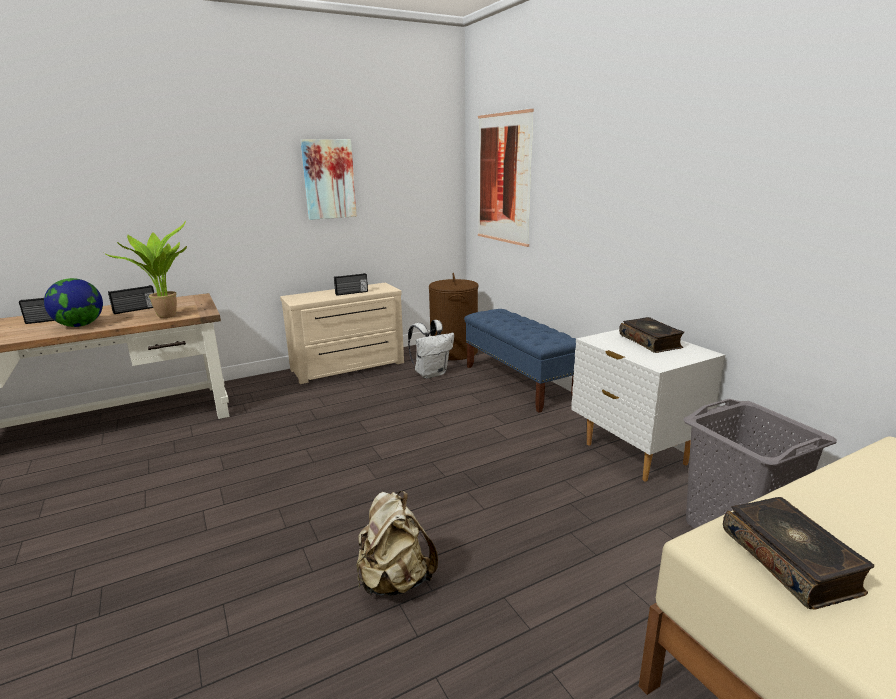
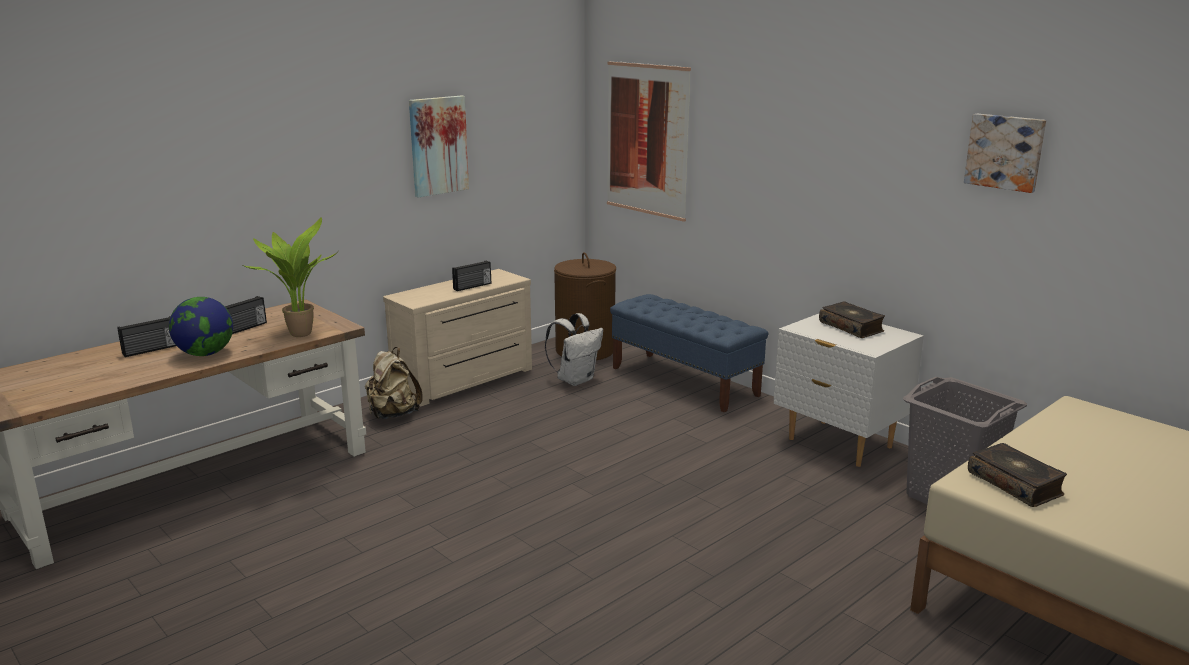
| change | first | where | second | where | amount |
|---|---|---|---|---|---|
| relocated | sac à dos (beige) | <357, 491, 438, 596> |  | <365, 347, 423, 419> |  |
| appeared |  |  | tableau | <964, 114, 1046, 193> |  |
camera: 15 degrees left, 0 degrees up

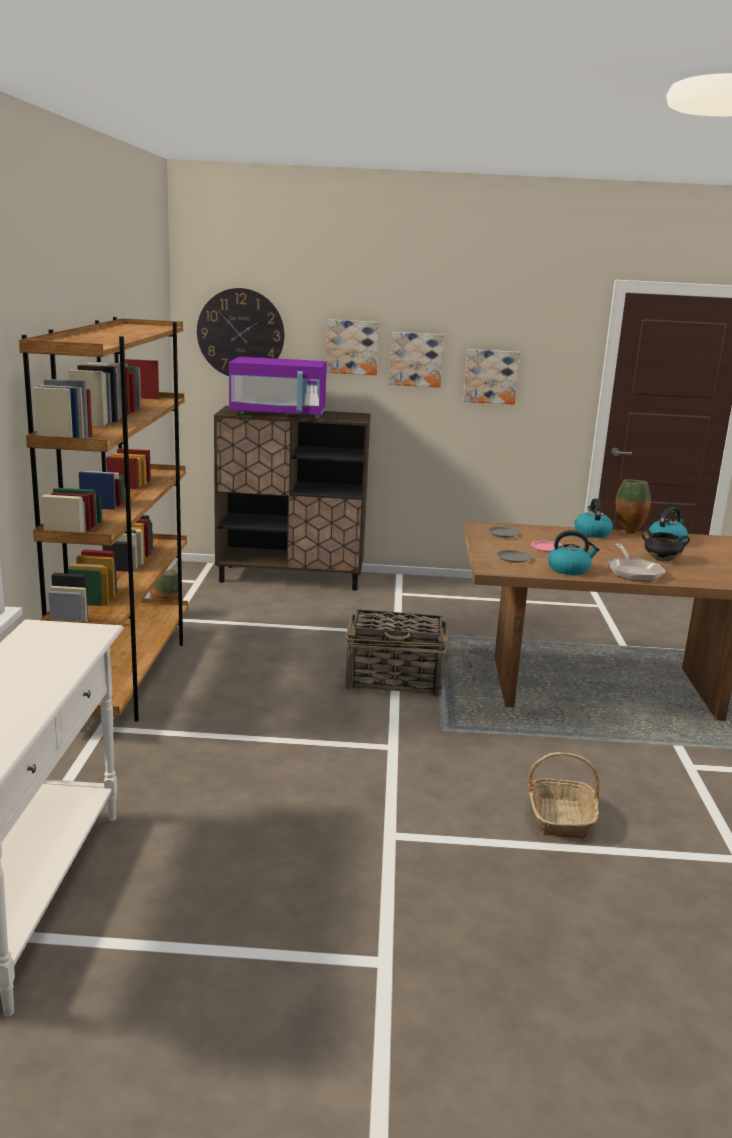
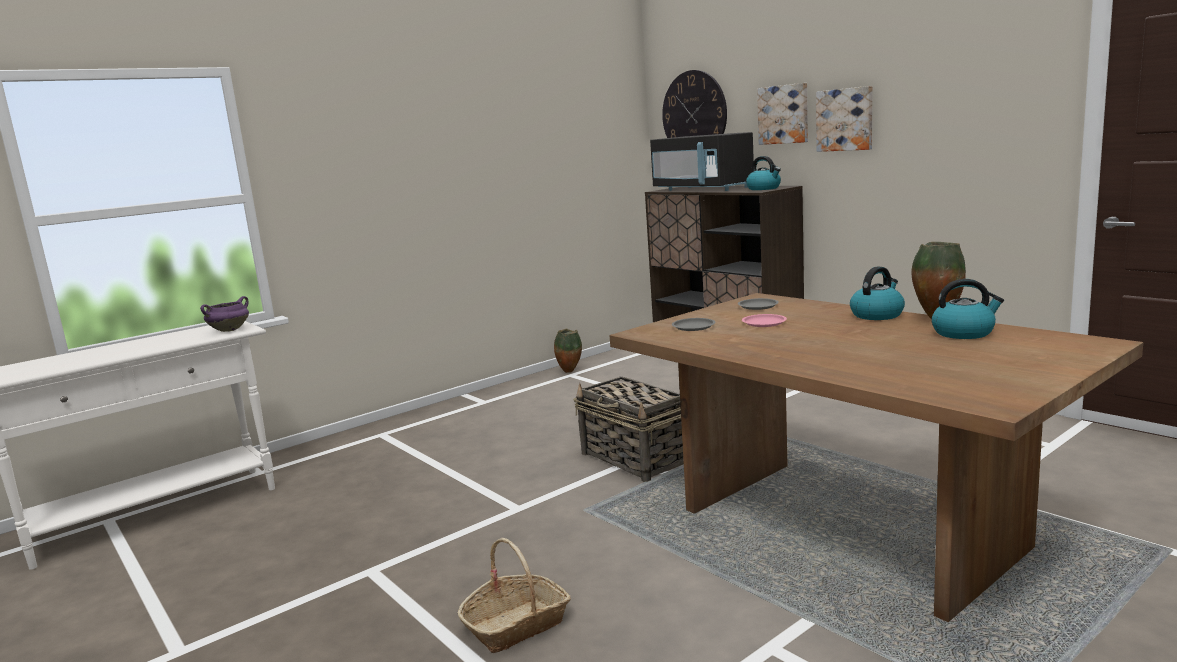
| change | first | where | second | where | amount |
|---|---|---|---|---|---|
| missing | bibliothèque (marron) | <19, 317, 188, 722> |  |  |  |
| colour | micro-ondes (violet) | <229, 357, 327, 418> | micro-ondes (noir) | <650, 132, 754, 191> |  |
| missing | tableau | <463, 349, 520, 405> |  |  |  |
| relocated | bouilloire | <548, 530, 600, 575> |  | <746, 156, 781, 190> |  |
| missing | poêle | <608, 543, 666, 582> |  |  |  |
| missing | marmite (noir) | <642, 529, 690, 562> |  |  |  |
| appeared |  |  | marmite (violet) | <200, 296, 249, 332> |  |
camera: 50 degrees right, 5 degrees down

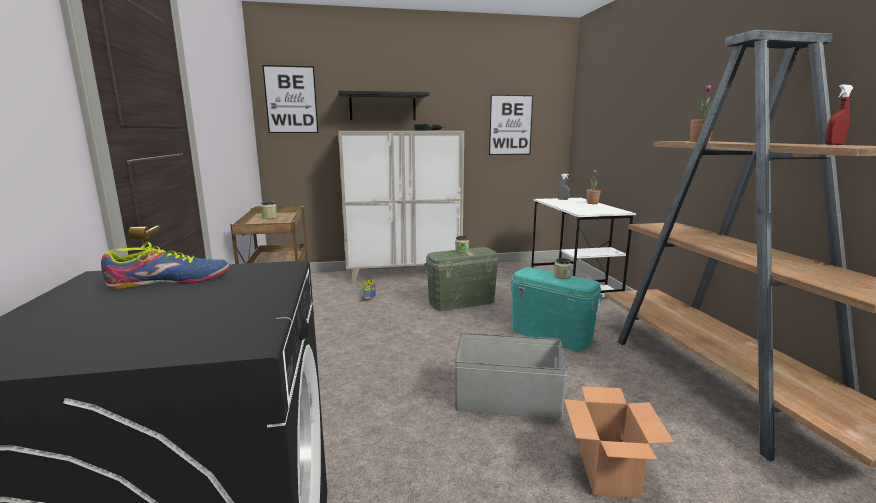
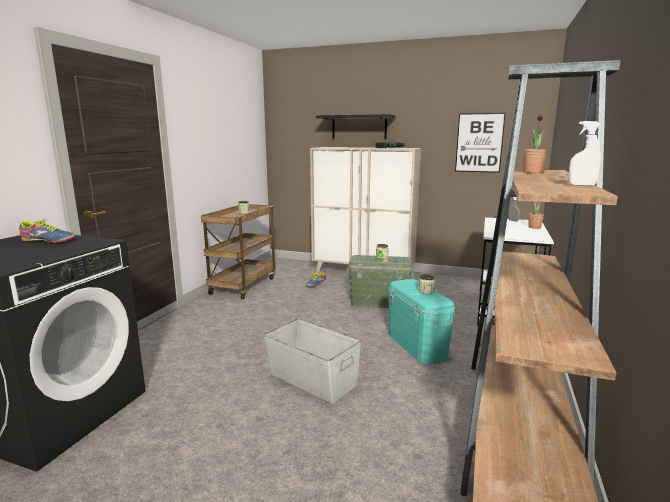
| change | first | where | second | where | amount |
|---|---|---|---|---|---|
| missing | tableau | <262, 65, 318, 133> |  |  |  |
| missing | carton | <564, 386, 674, 499> |  |  |  |
| colour | vaporisateur (rouge) | <825, 84, 853, 145> | vaporisateur (blanc) | <568, 121, 601, 186> |  |
camera: 30 degrees right, 0 degrees up

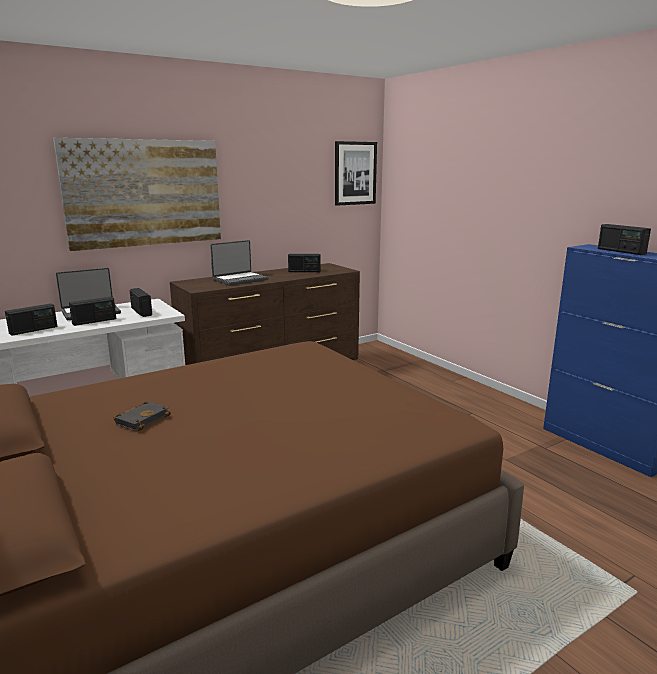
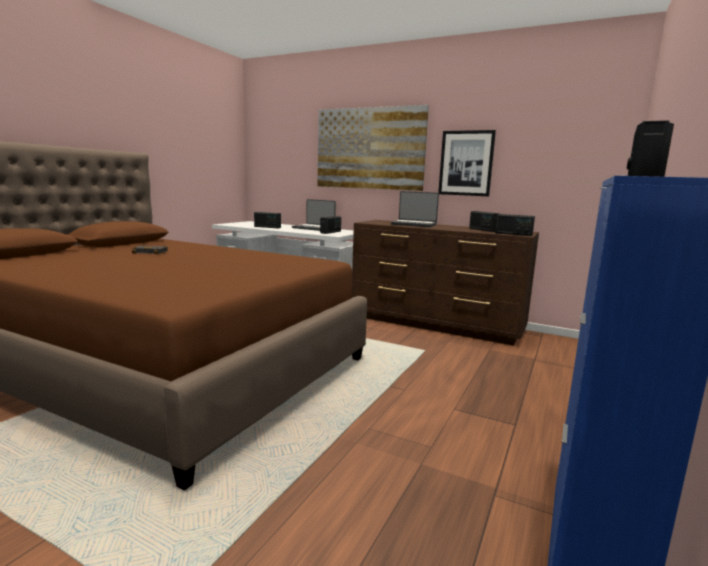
| change | first | where | second | where | amount |
|---|---|---|---|---|---|
| relocated | radio | <69, 297, 116, 326> |  | <495, 214, 535, 236> |  |
| relocated | tableau | <335, 141, 377, 206> |  | <438, 130, 496, 196> |  |
camera: 60 degrees right, 5 degrees down

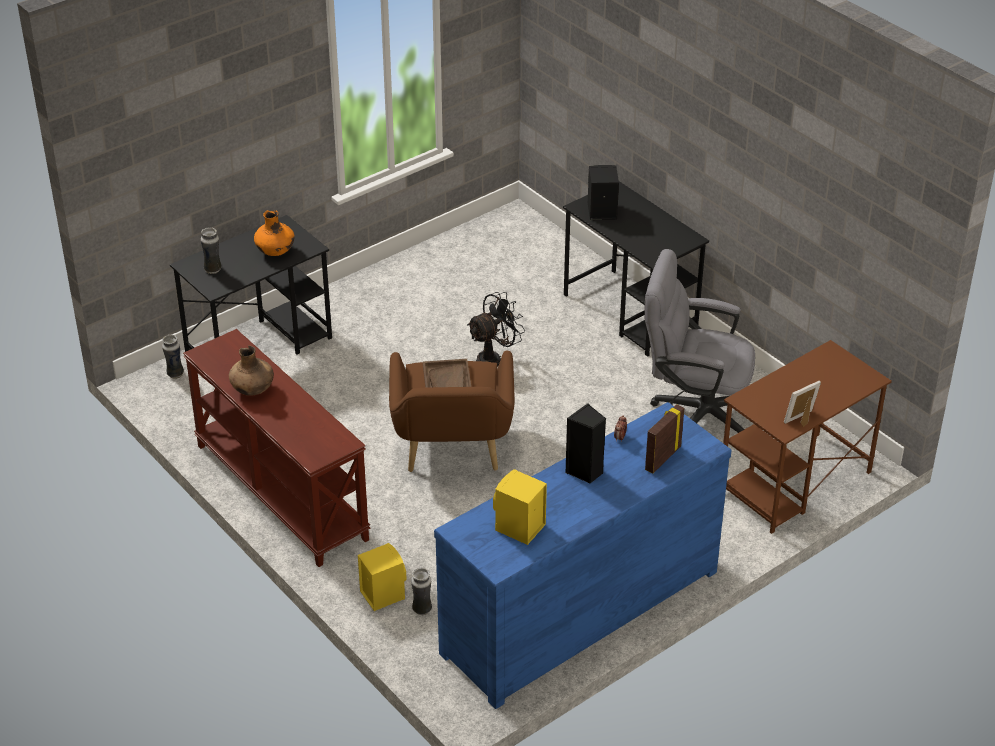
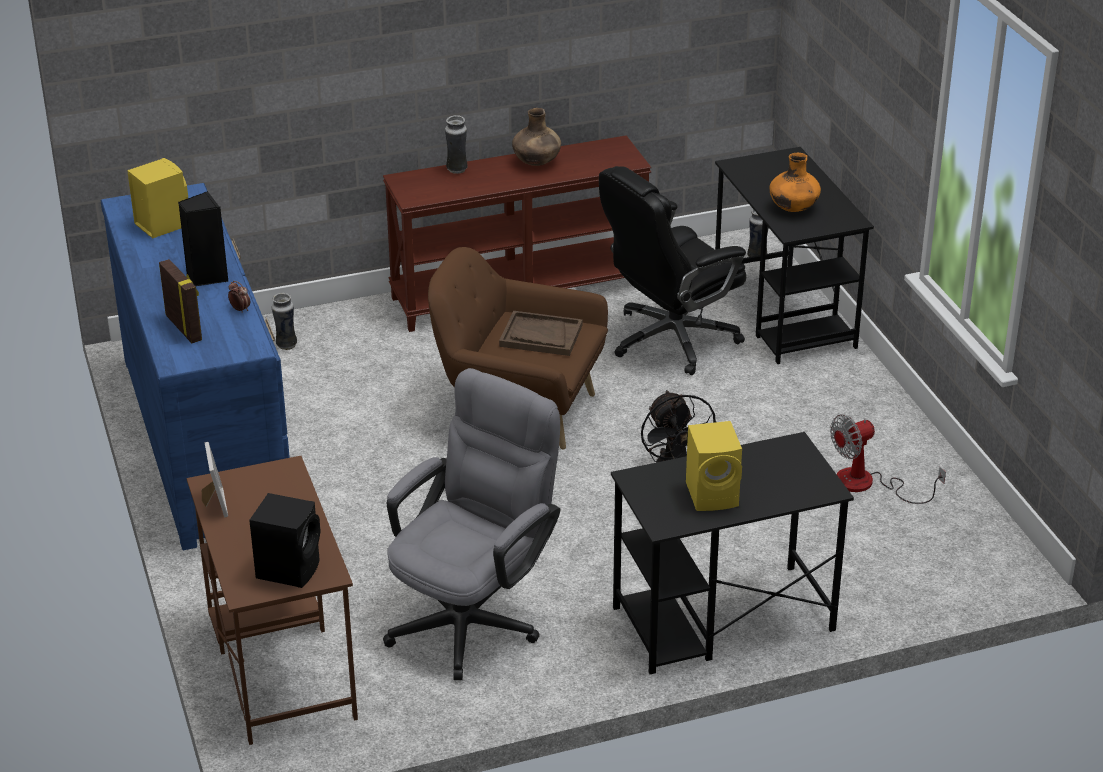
| change | first | where | second | where | amount |
|---|---|---|---|---|---|
| relocated | vase | <201, 228, 222, 274> |  | <445, 115, 468, 174> |  |
| relocated | enceinte (jaune) | <358, 543, 407, 611> |  | <686, 421, 742, 511> |  |
| relocated | enceinte (noir) | <588, 165, 619, 220> |  | <249, 493, 321, 588> |  |
| appeared |  |  | chaise de bureau (noir) | <599, 166, 746, 375> |  |
| appeared |  |  | ventilateur | <830, 414, 946, 504> |  |
camera: 110 degrees right, 5 degrees down

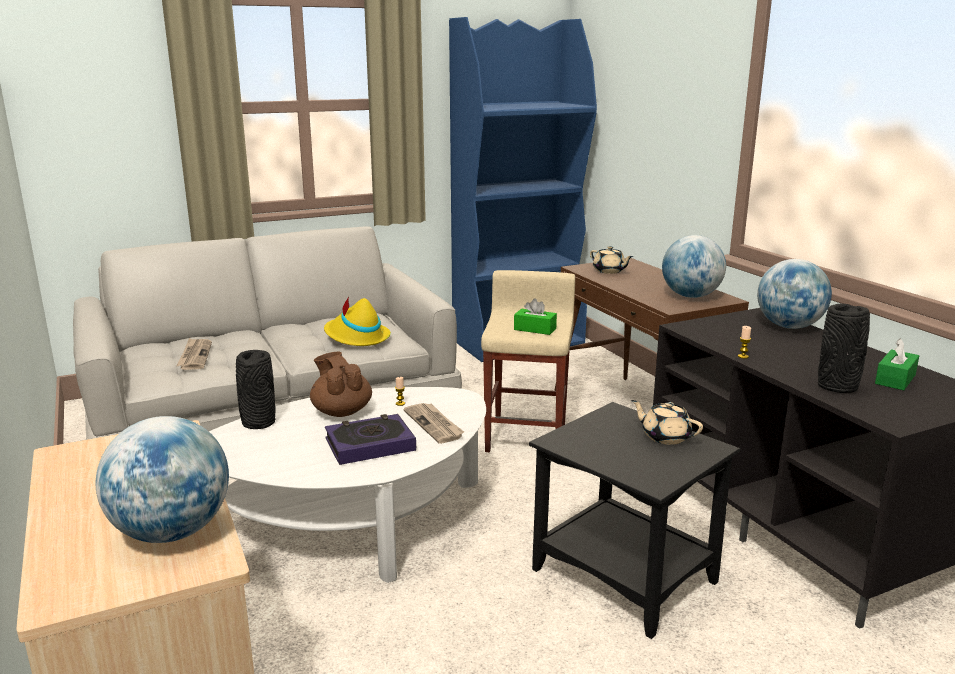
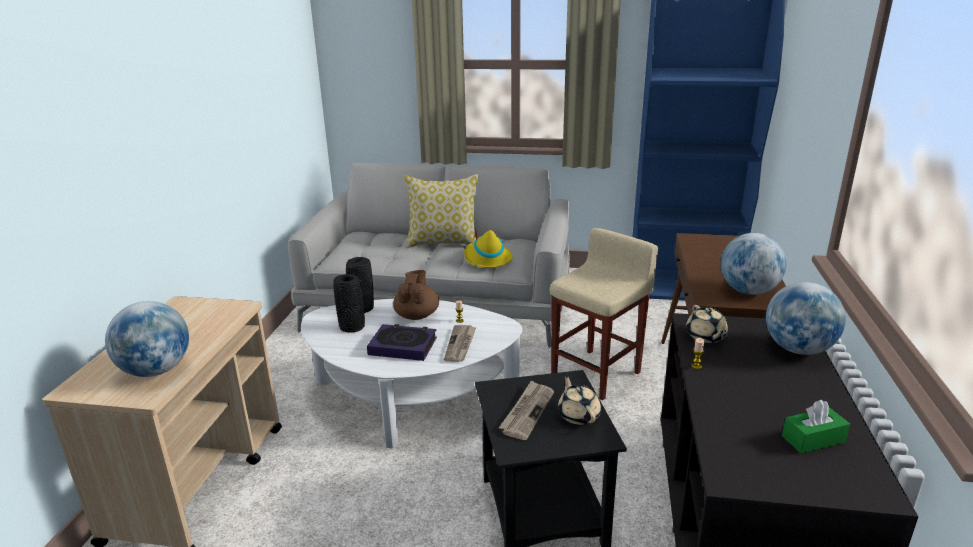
| change | first | where | second | where | amount |
|---|---|---|---|---|---|
| relocated | journal | <176, 338, 212, 370> |  | <499, 380, 554, 440> |  |
| missing | boîte à mouchoirs (vert) | <514, 298, 557, 335> |  |  |  |
| relocated | théière (beige) | <590, 246, 633, 274> |  | <686, 305, 728, 343> |  |
| relocated | vase (noir) | <818, 304, 870, 393> |  | <333, 274, 365, 332> |  |
| appeared |  |  | coussin | <404, 174, 478, 248> |  |
camera: 35 degrees right, 5 degrees up

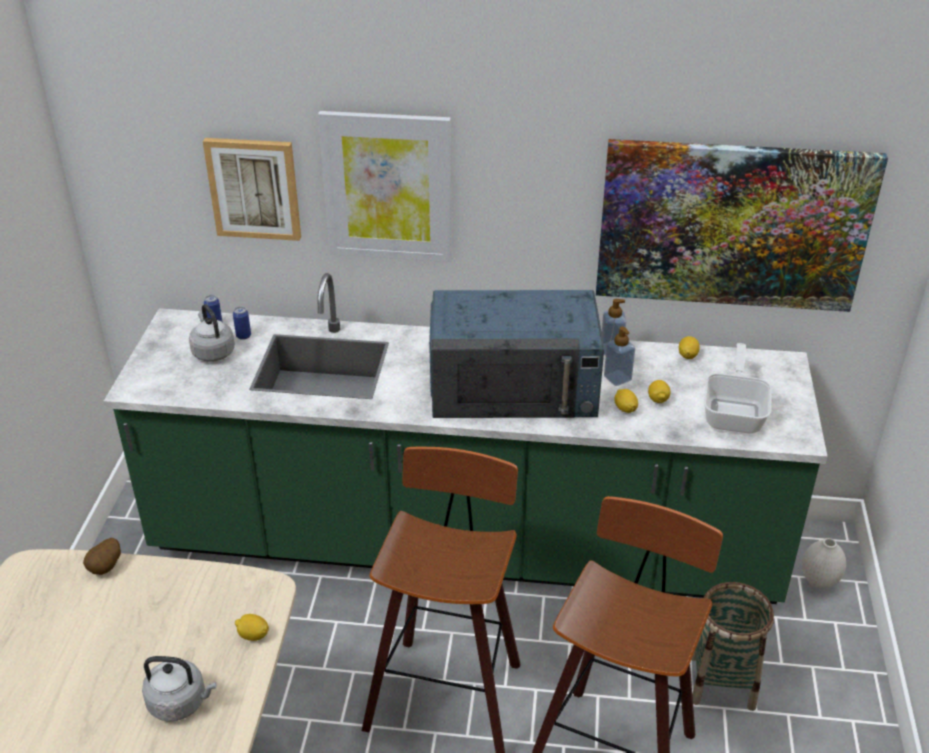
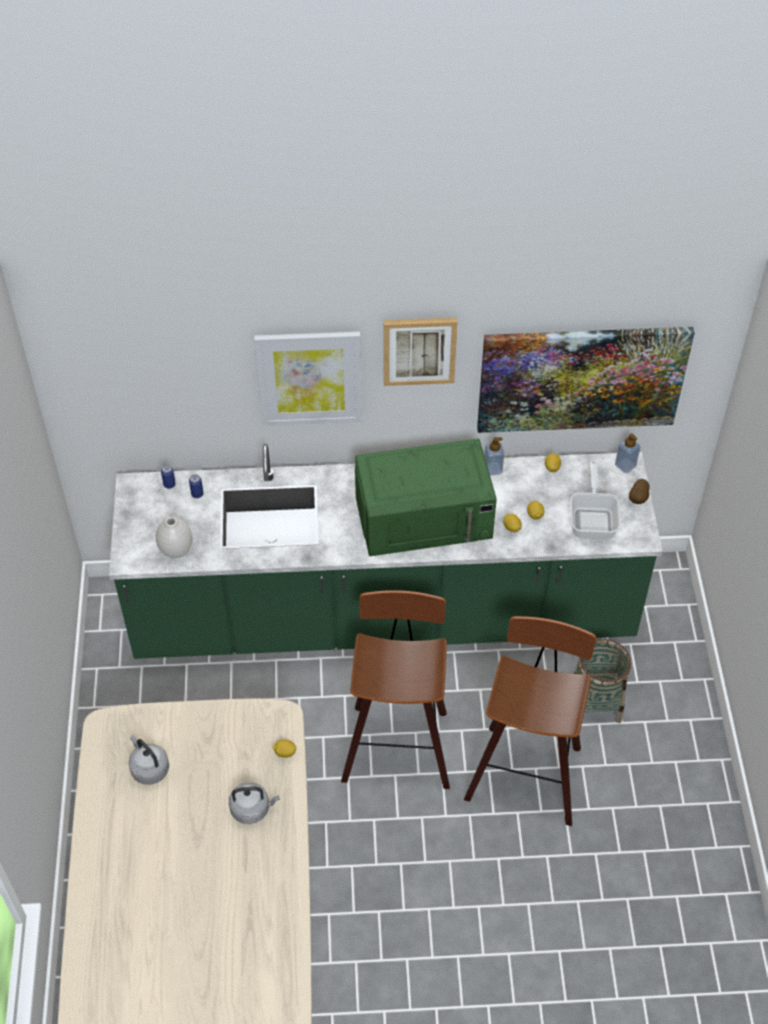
| change | first | where | second | where | amount |
|---|---|---|---|---|---|
| relocated | pomme de terre | <83, 538, 121, 575> |  | <629, 479, 649, 504> |  |
| relocated | bouilloire (gris) | <189, 304, 235, 362> |  | <129, 735, 169, 785> |  |
| relocated | tableau | <203, 138, 301, 241> |  | <384, 317, 458, 386> |  |
| colour | micro-ondes (bleu) | <429, 290, 604, 418> | micro-ondes (vert) | <355, 439, 497, 556> |  |
| relocated | distributeur de savon | <604, 326, 635, 386> |  | <615, 433, 640, 473> |  |
| relocated | vase (blanc) | <802, 538, 846, 589> |  | <156, 517, 193, 558> |  |
camera: 10 degrees left, 15 degrees up

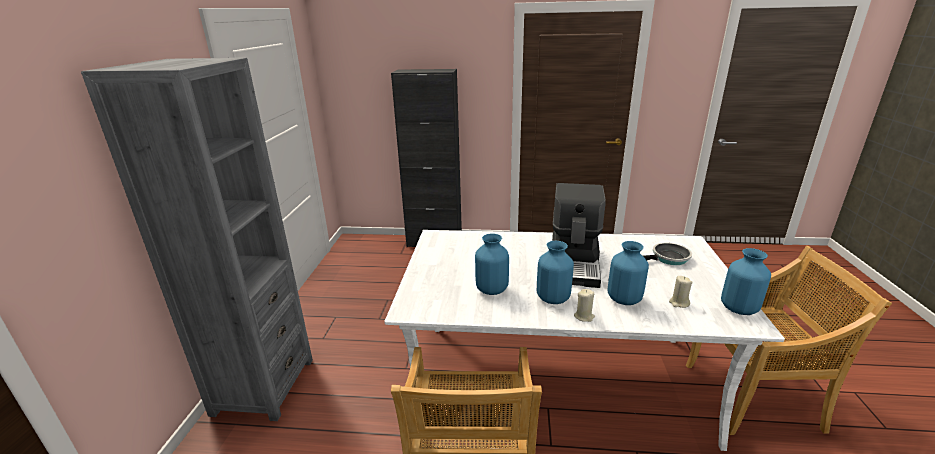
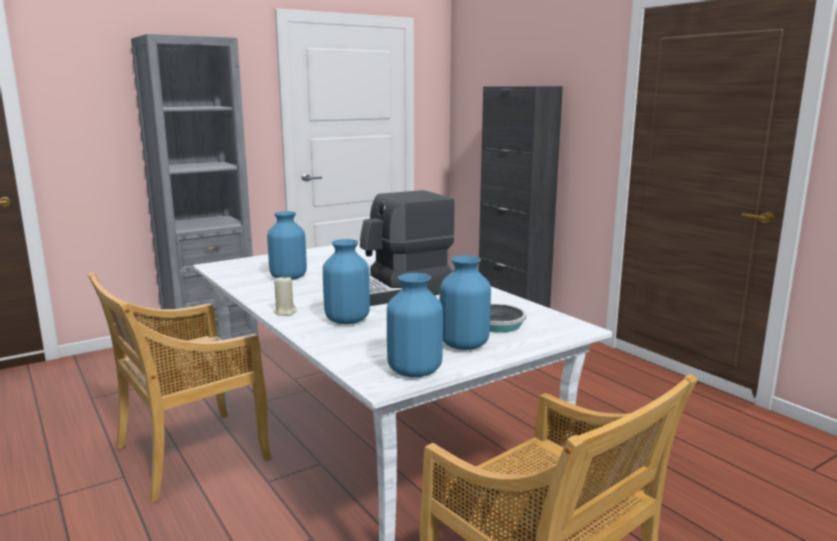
| change | first | where | second | where | amount |
|---|---|---|---|---|---|
| relocated | vase (bleu) | <537, 241, 574, 304> |  | <440, 255, 491, 350> |  |
| missing | bougie (beige) | <669, 276, 692, 308> |  |  |  |
camera: 50 degrees right, 10 degrees down

